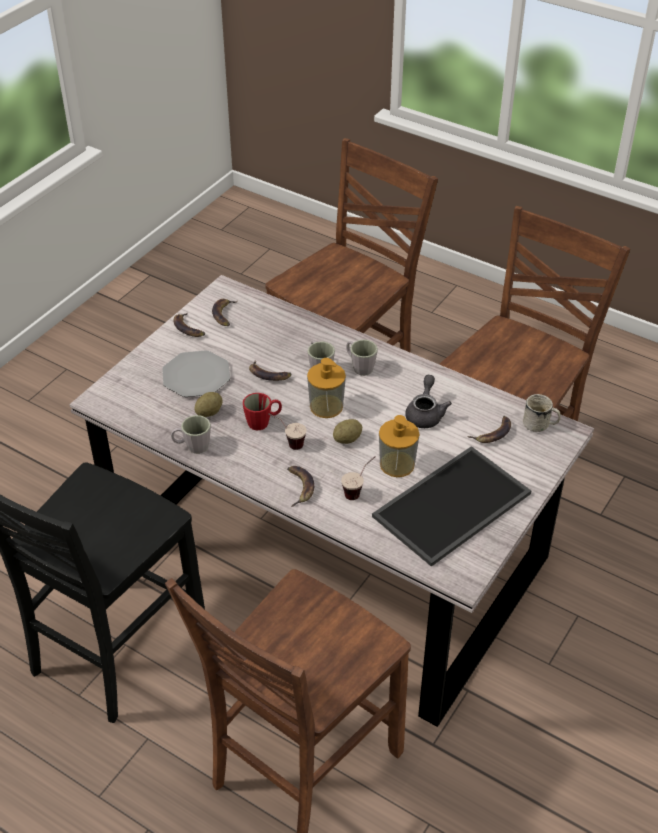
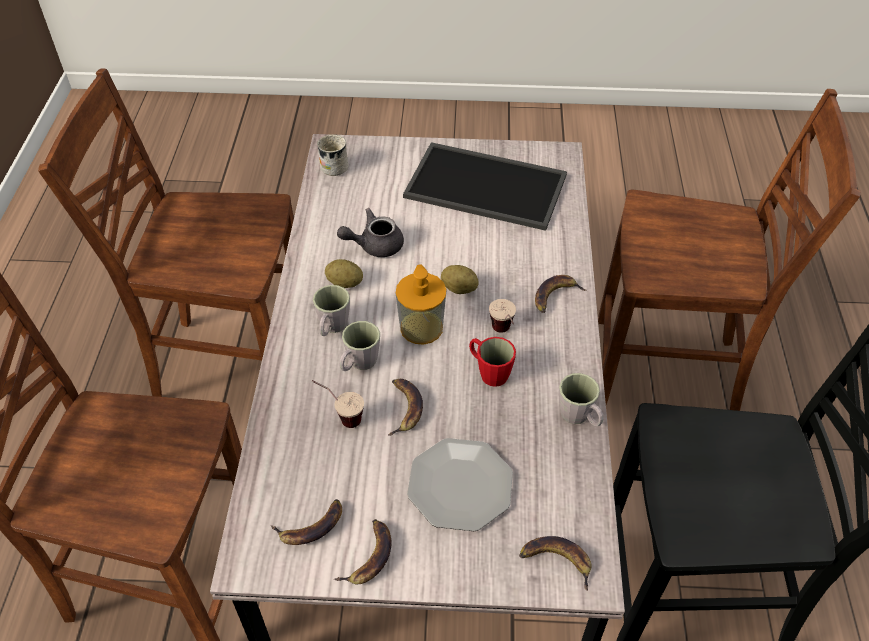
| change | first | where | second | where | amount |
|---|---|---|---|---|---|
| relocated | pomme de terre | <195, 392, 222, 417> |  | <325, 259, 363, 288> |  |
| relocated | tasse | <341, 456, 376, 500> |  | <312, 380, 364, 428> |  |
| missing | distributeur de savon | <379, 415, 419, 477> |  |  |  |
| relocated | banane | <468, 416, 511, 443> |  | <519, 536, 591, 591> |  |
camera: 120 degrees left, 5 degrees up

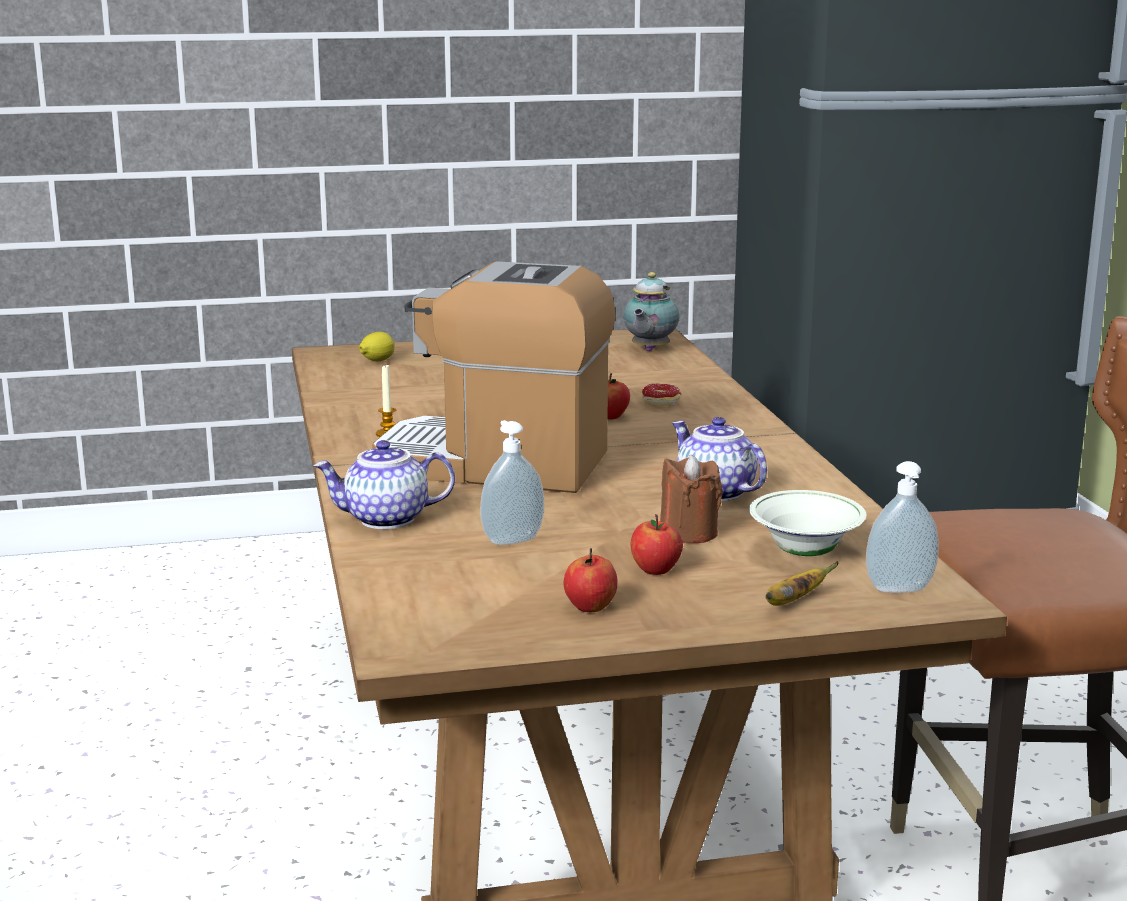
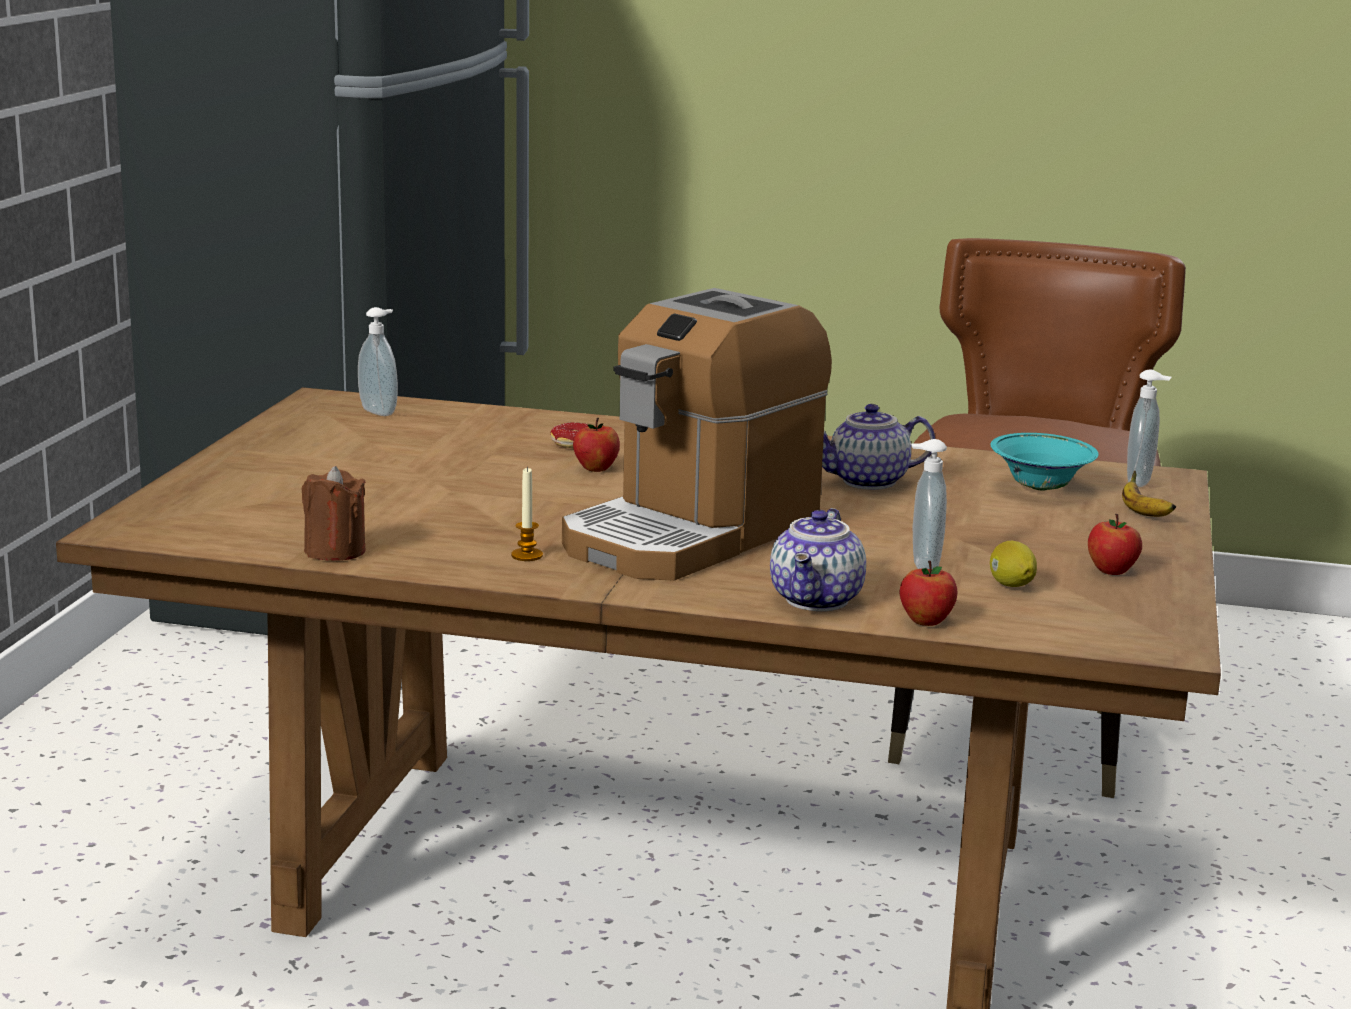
| change | first | where | second | where | amount |
|---|---|---|---|---|---|
| relocated | citron | <359, 332, 395, 361> |  | <990, 541, 1037, 587> |  |
| exchanged | théière | <623, 272, 679, 351> | distributeur de savon | <358, 307, 398, 416> |  |
| relocated | pomme | <631, 514, 683, 575> |  | <900, 561, 957, 626> |  |
| relocated | bougie (marron) | <660, 455, 723, 543> |  | <302, 466, 365, 561> |  |
| colour | bol (blanc) | <749, 490, 867, 556> | bol (turquoise) | <990, 433, 1099, 490> |  |
camera: 65 degrees left, 0 degrees up

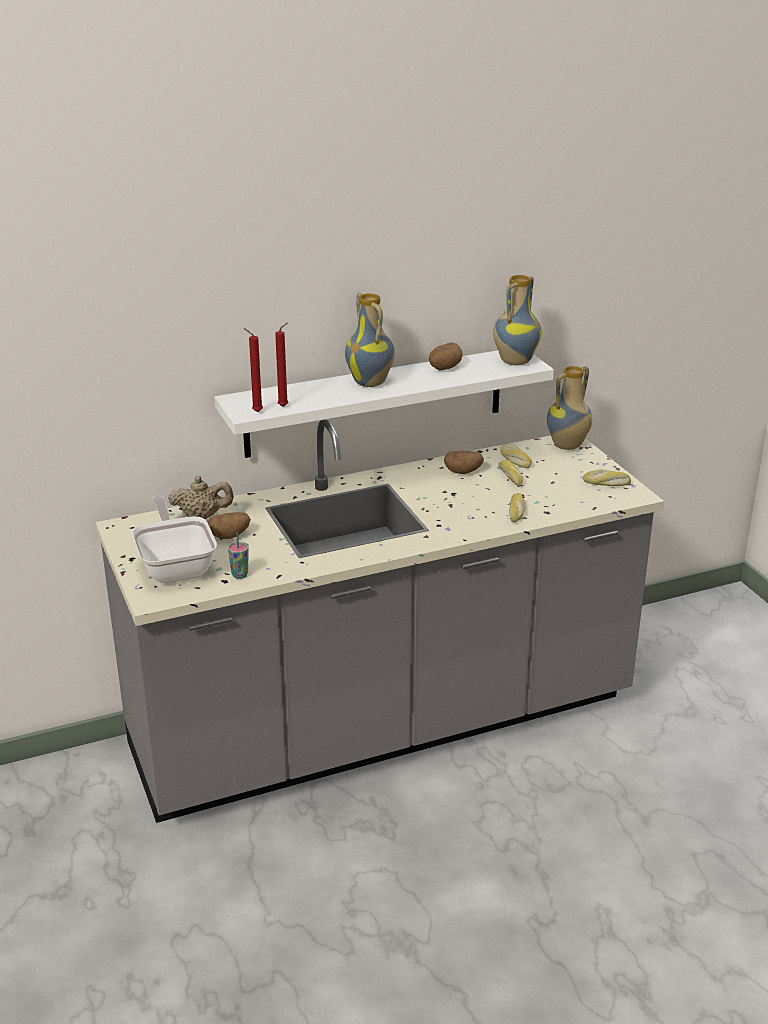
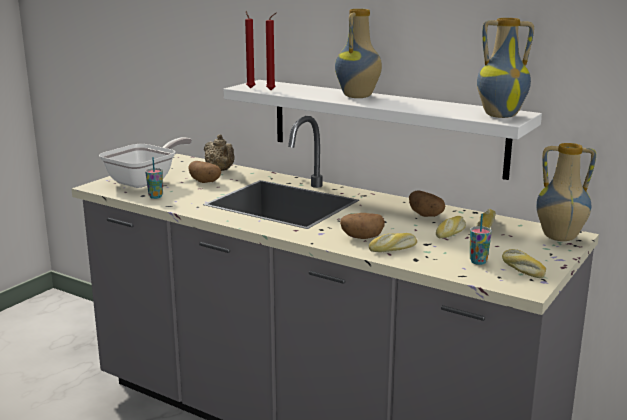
| change | first | where | second | where | amount |
|---|---|---|---|---|---|
| relocated | pomme de terre | <429, 342, 463, 371> |  | <340, 213, 385, 239> |  |
| appeared |  |  | tasse | <470, 214, 492, 265> |  |
camera: 55 degrees right, 10 degrees down

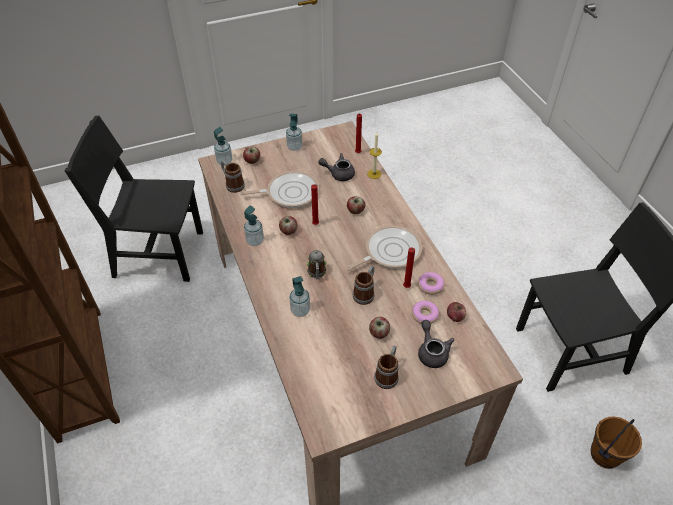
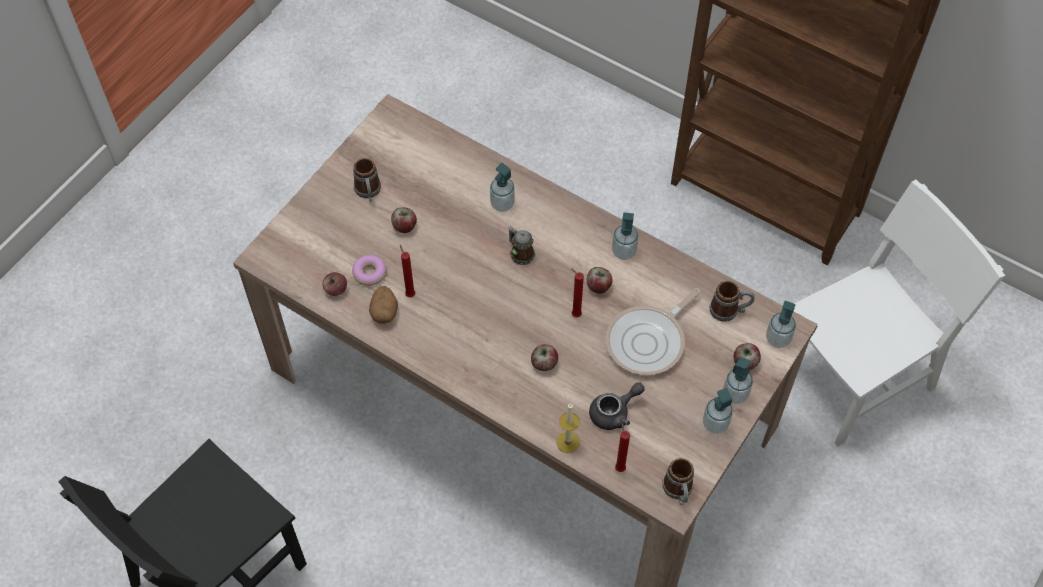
| change | first | where | second | where | amount |
|---|---|---|---|---|---|
| colour | chaise (noir) | <65, 116, 203, 282> | chaise (blanc) | <794, 180, 1005, 447> |  |
| missing | poêle | <346, 225, 422, 271> |  |  |  |
| relocated | mug | <353, 266, 375, 305> |  | <662, 458, 694, 505> |  |
| exchanged | beignet | <418, 272, 445, 295> | pomme de terre | <369, 286, 398, 324> |  |
| missing | théière (gris) | <418, 320, 454, 368> |  |  |  |
| missing | seau (marron) | <591, 416, 642, 469> |  |  |  |
| appeared |  |  | distributeur de savon | <723, 357, 753, 404> |  |
camera: 145 degrees right, 10 degrees up

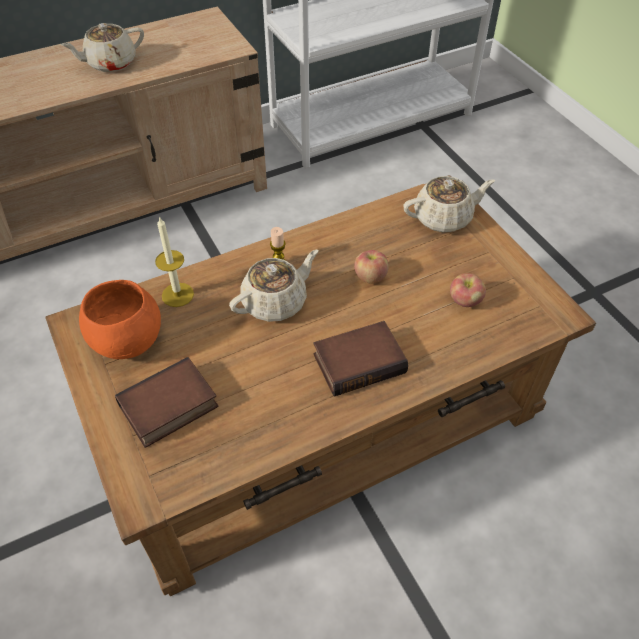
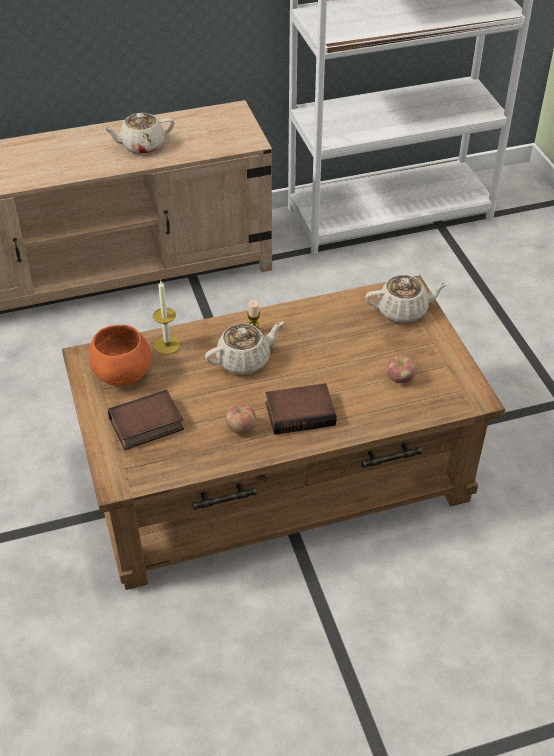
| change | first | where | second | where | amount |
|---|---|---|---|---|---|
| relocated | pomme | <354, 250, 389, 284> |  | <225, 404, 256, 434> |  |
camera: 10 degrees right, 5 degrees down

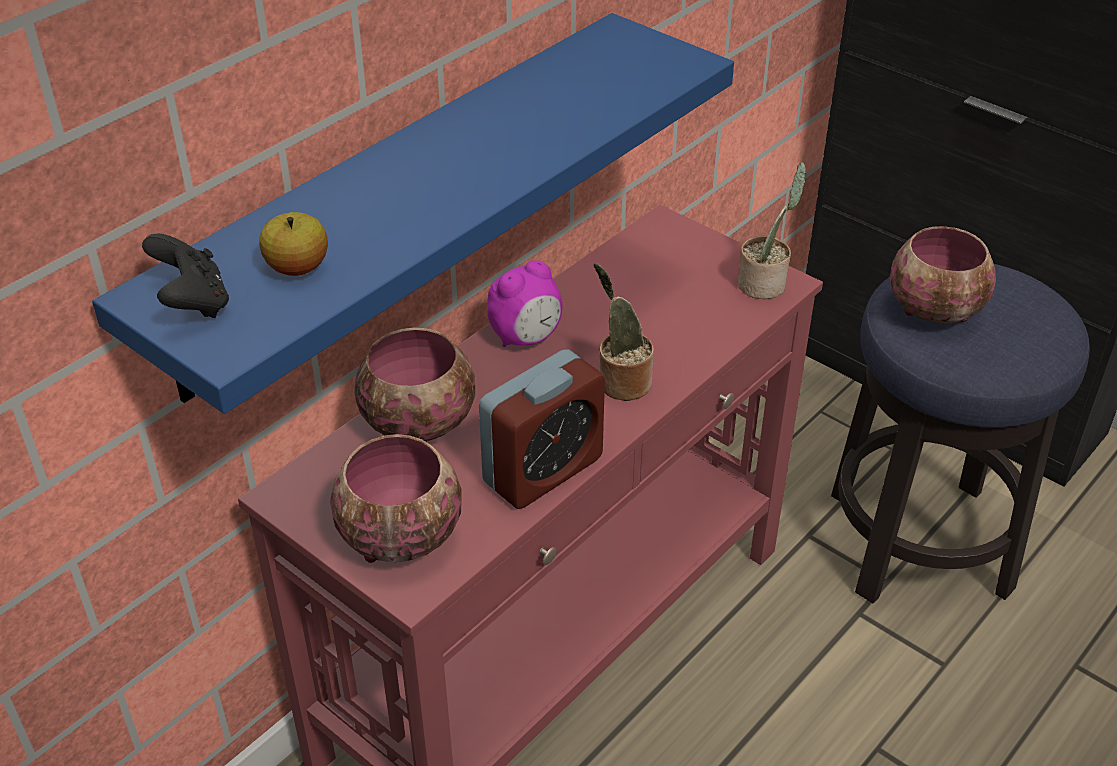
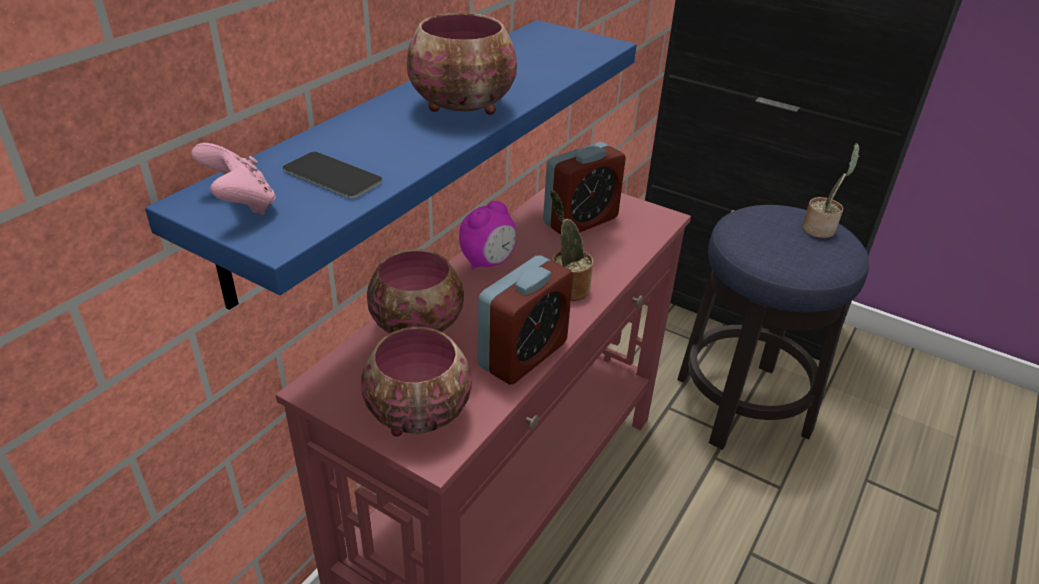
| change | first | where | second | where | amount |
|---|---|---|---|---|---|
| colour | manette (noir) | <142, 233, 229, 318> | manette (rose) | <192, 143, 276, 215> |  |
| exchanged | pomme | <259, 212, 328, 276> | téléphone | <283, 152, 382, 199> |  |
| relocated | plante en pot | <738, 162, 806, 299> |  | <802, 143, 859, 238> |  |
| relocated | bol | <890, 226, 996, 323> |  | <407, 13, 517, 115> |  |
| appeared |  |  | réveil | <543, 142, 626, 235> |  |
camera: 10 degrees left, 5 degrees down

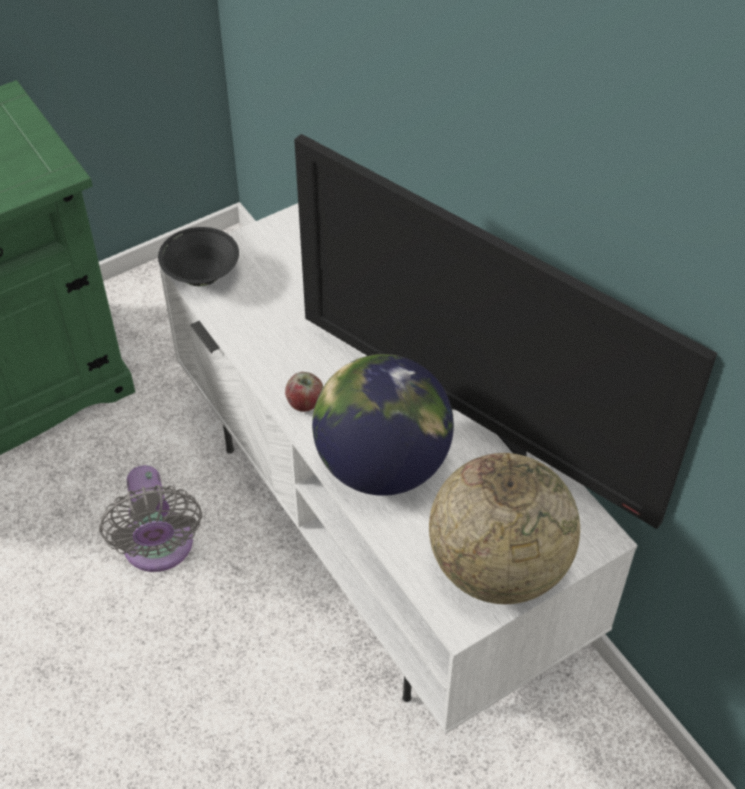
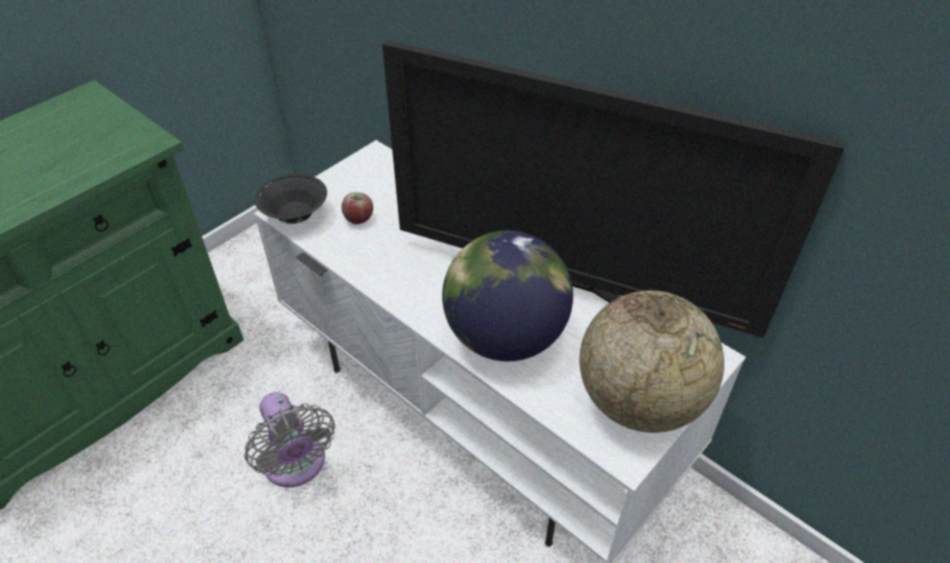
| change | first | where | second | where | amount |
|---|---|---|---|---|---|
| relocated | pomme | <285, 372, 323, 412> |  | <341, 192, 373, 224> |  |
camera: 15 degrees left, 5 degrees down

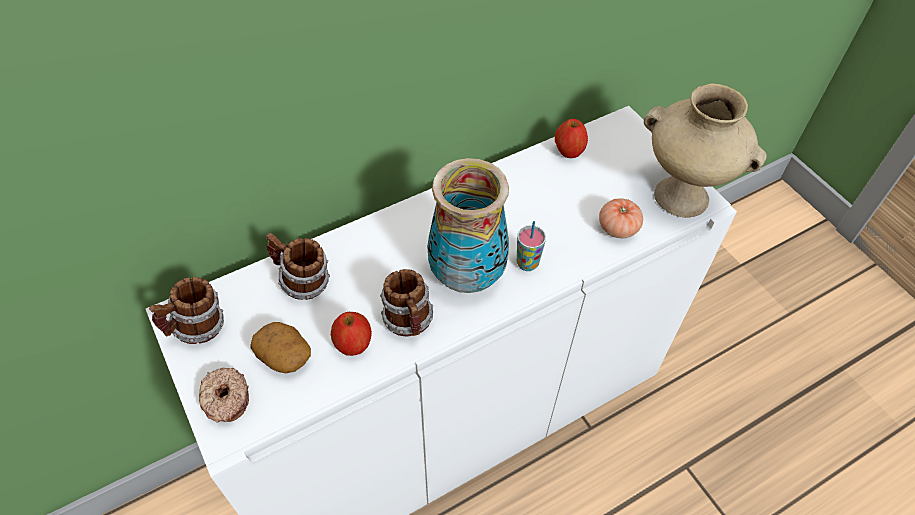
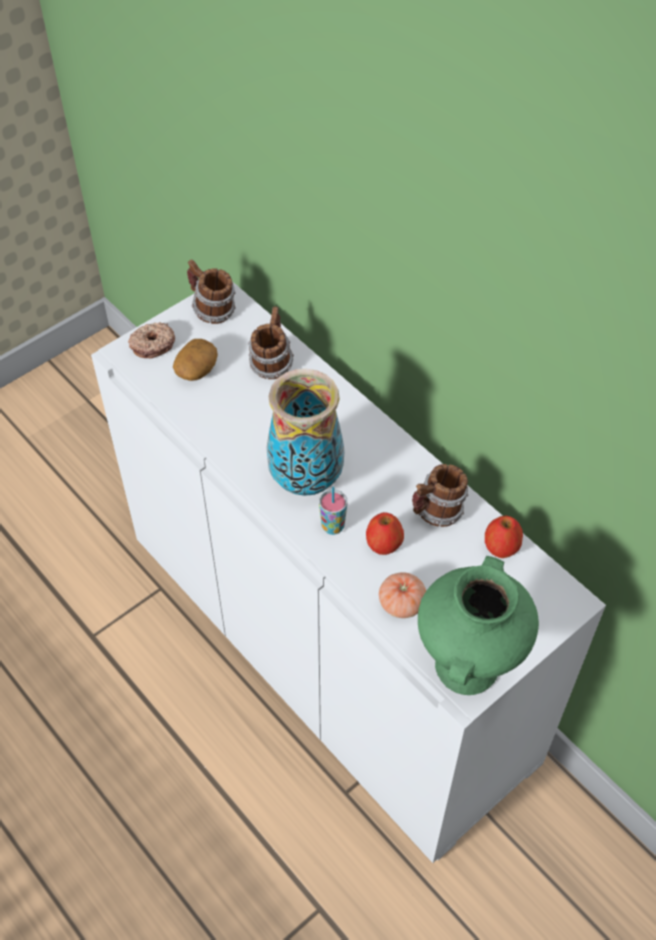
| change | first | where | second | where | amount |
|---|---|---|---|---|---|
| relocated | pomme | <331, 312, 372, 356> |  | <366, 512, 404, 555> |  |
| relocated | mug | <380, 269, 433, 337> |  | <412, 464, 468, 527> |  |
| colour | vase (beige) | <644, 83, 767, 218> | vase (vert) | <418, 556, 539, 695> |  |
camera: 80 degrees right, 0 degrees up

